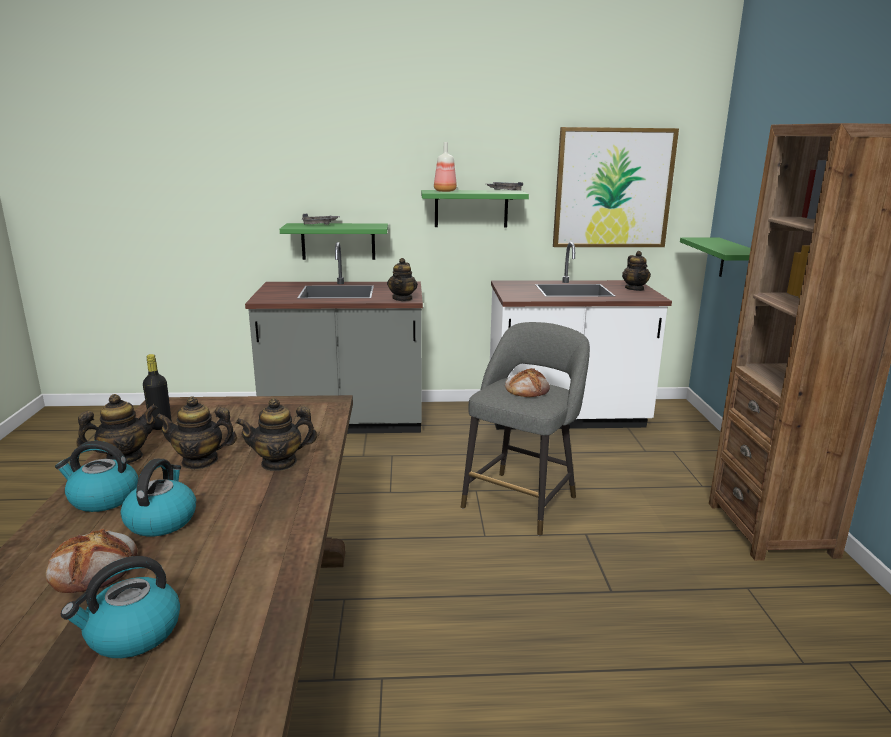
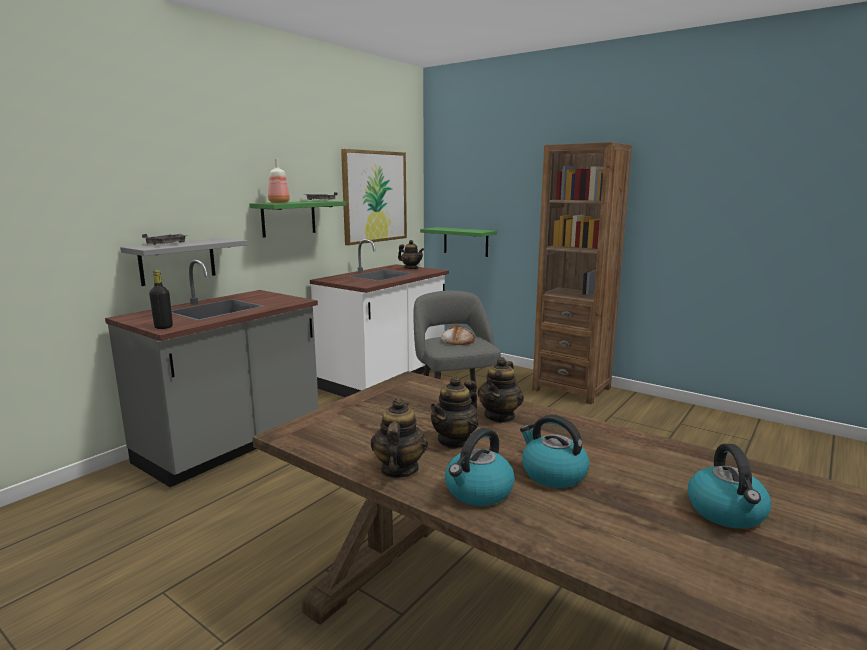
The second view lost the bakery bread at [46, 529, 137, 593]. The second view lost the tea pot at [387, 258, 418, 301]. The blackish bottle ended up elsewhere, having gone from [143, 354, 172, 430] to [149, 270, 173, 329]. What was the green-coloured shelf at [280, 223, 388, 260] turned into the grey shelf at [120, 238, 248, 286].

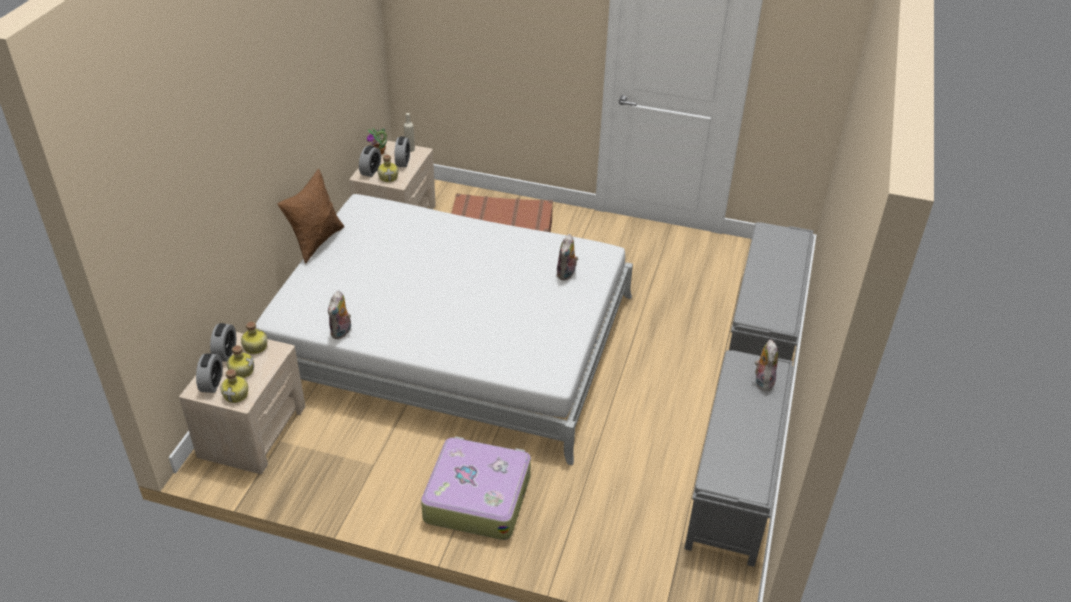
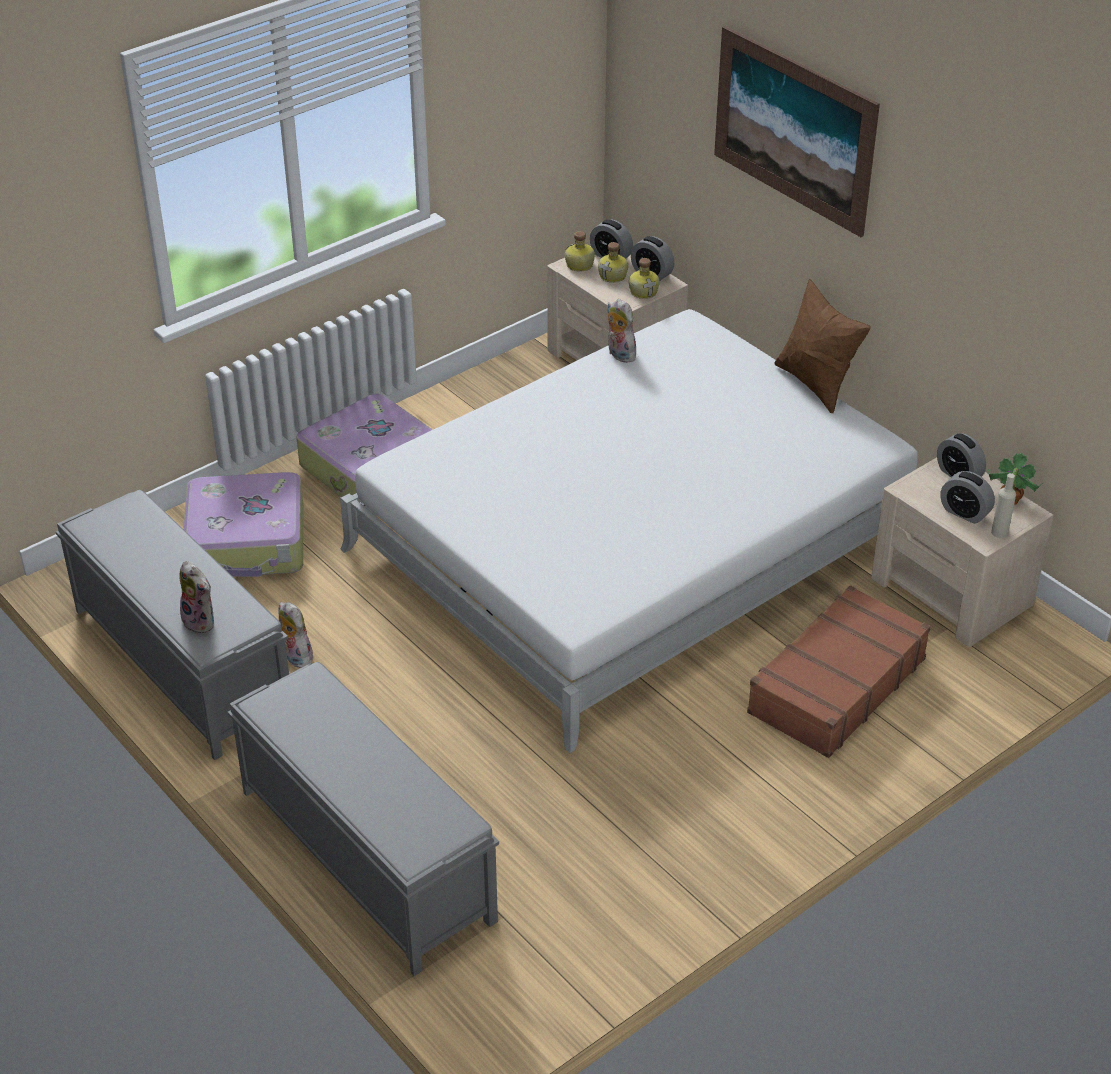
The second view lost the bottle at [378, 155, 399, 182]. The second view gained the piece of luggage at [183, 472, 304, 577]. The second view gained the wall art at [714, 26, 880, 237]. The cuddly toy ended up elsewhere, having gone from [556, 234, 578, 280] to [279, 602, 313, 668].

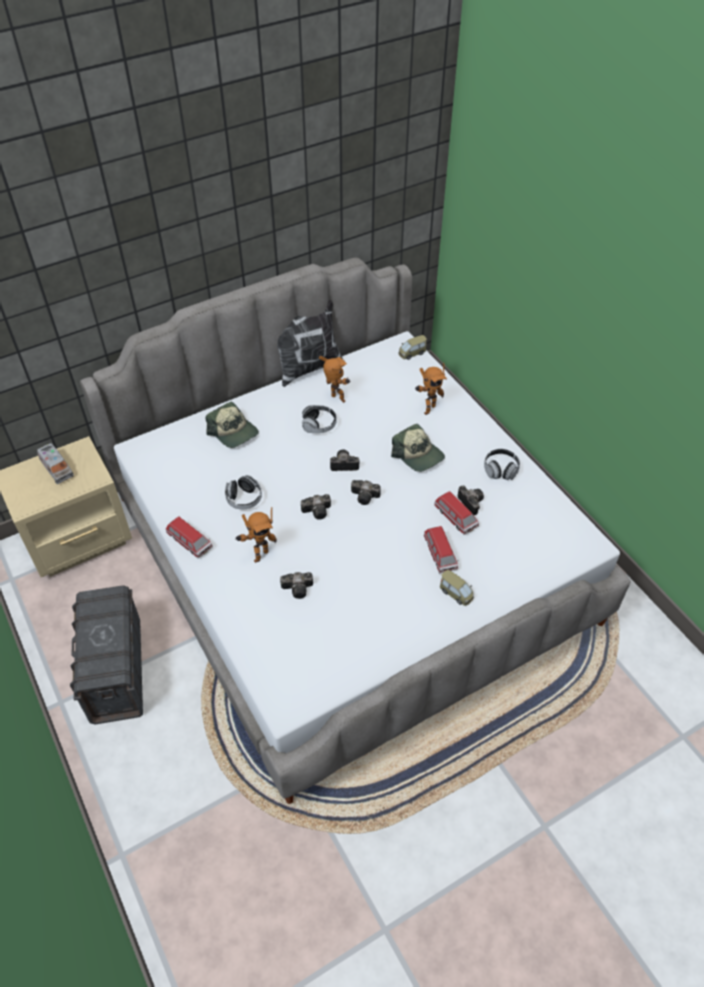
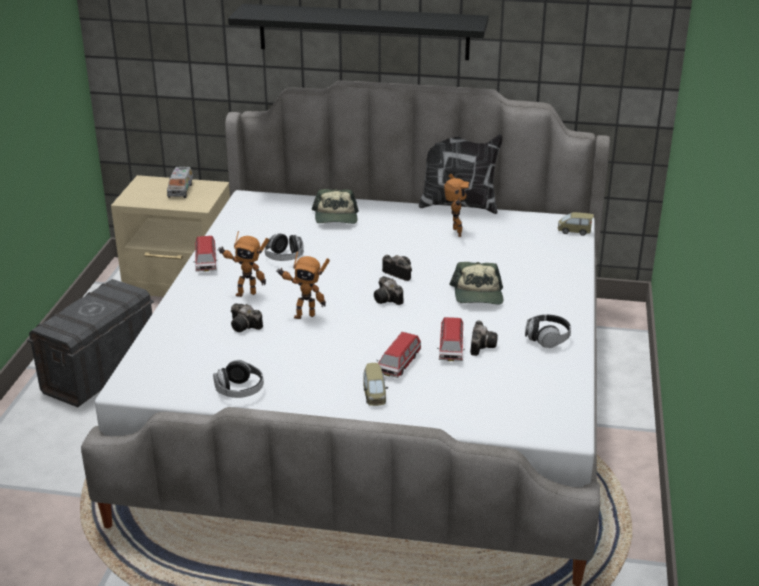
The second view lost the photo camera at [301, 494, 331, 520]. The second view gained the blackish shelf at [228, 4, 488, 60]. The headset ended up elsewhere, having gone from [302, 405, 337, 433] to [213, 360, 264, 398]. The model robot ended up elsewhere, having gone from [415, 363, 447, 415] to [276, 251, 330, 319].

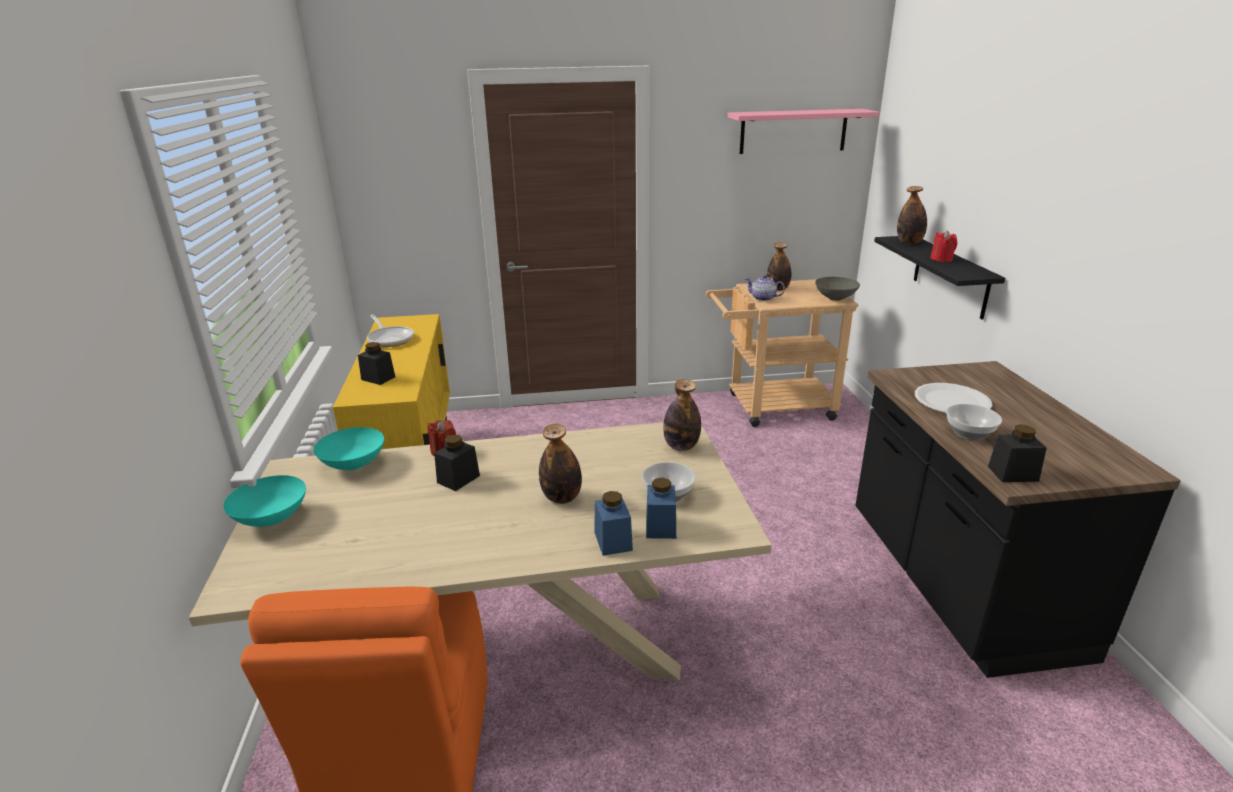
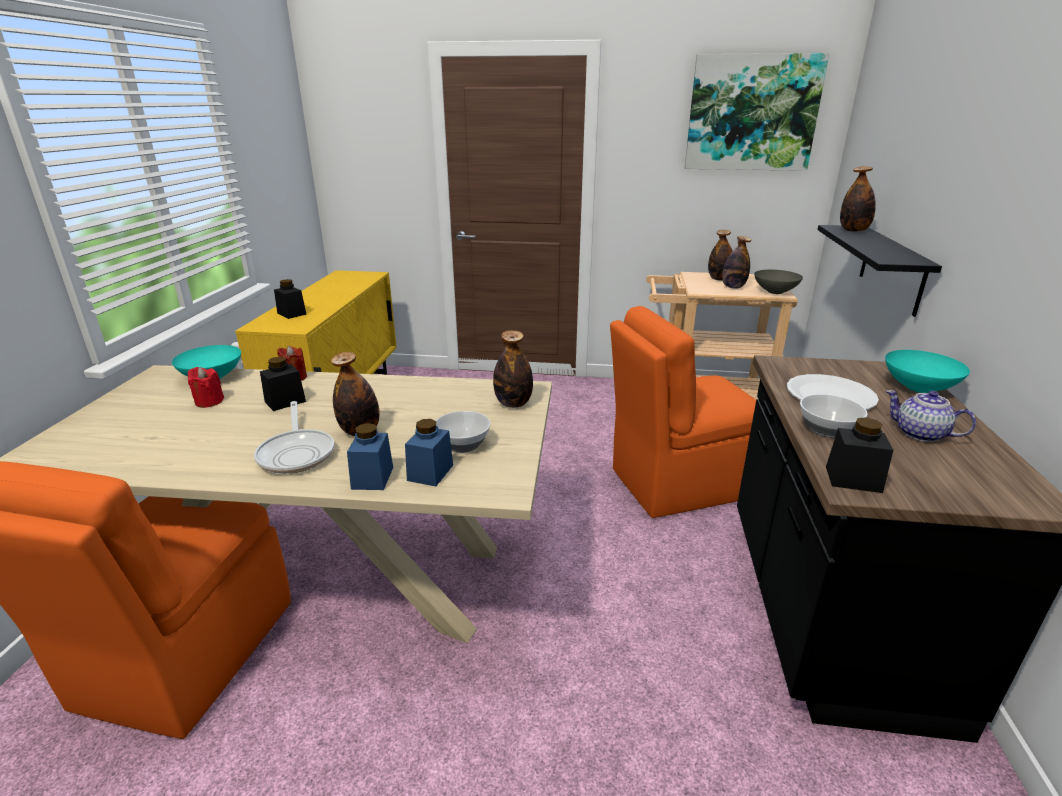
The second view gained the orange upright chair at [610, 306, 756, 518]. The second view gained the bottle at [722, 236, 752, 289]. The turquoise bowl ended up elsewhere, having gone from [223, 475, 306, 527] to [885, 350, 970, 393]. The pan ended up elsewhere, having gone from [367, 315, 414, 347] to [254, 401, 334, 474]. The tea pot ended up elsewhere, having gone from [745, 275, 785, 301] to [886, 390, 976, 442]. The red-coloured wax light ended up elsewhere, having gone from [931, 231, 957, 262] to [188, 367, 224, 408]. Where the pink shelf hung at [727, 109, 880, 154], the wall art came to hang at [685, 53, 829, 171].

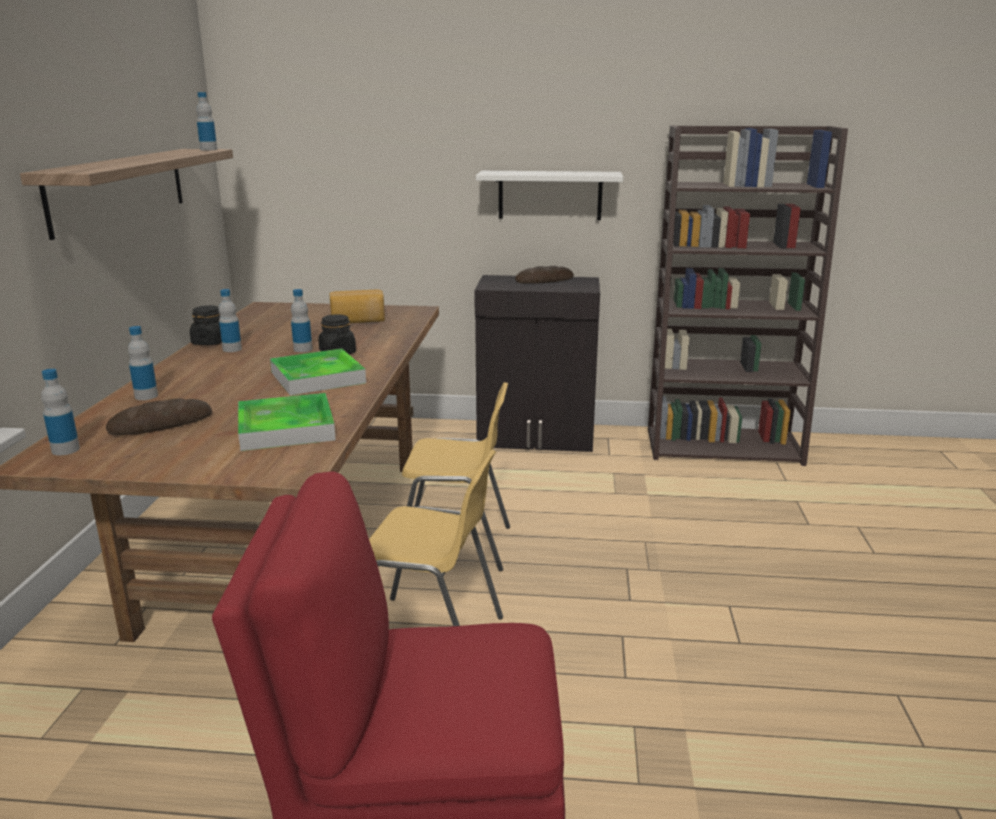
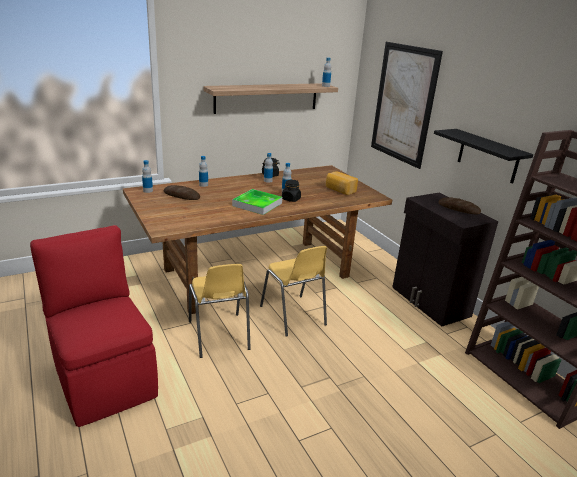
The second view lost the serving tray at [238, 393, 336, 451]. The second view gained the wall art at [371, 42, 443, 169]. What was the white-coloured shelf at [476, 171, 623, 220] turned into the blackish shelf at [434, 129, 533, 184].

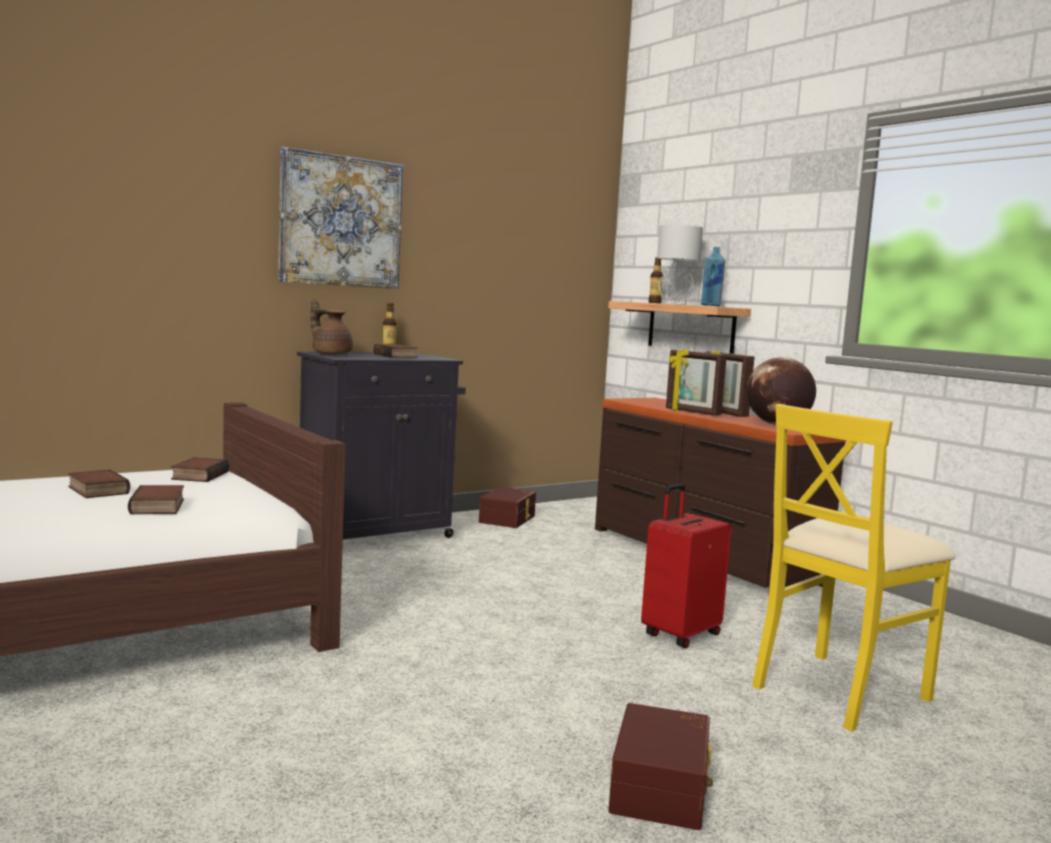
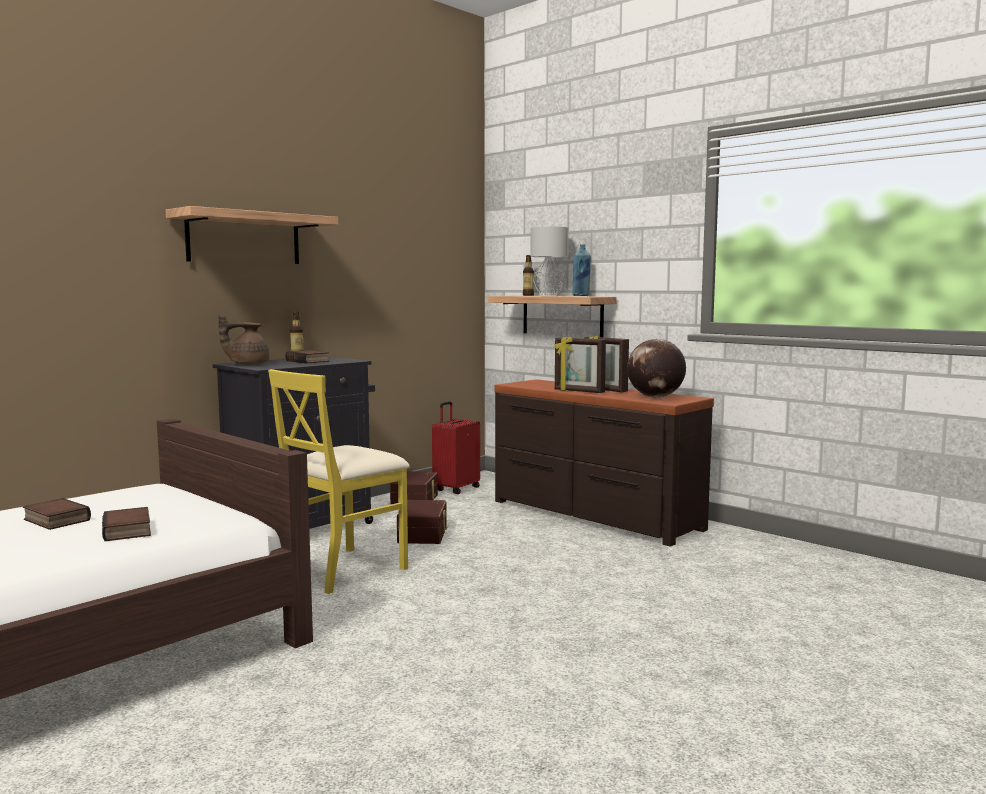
The second view lost the book at [171, 457, 229, 482]. The brownish storage bin ended up elsewhere, having gone from [608, 703, 713, 830] to [397, 500, 447, 544]. The red-coloured piece of luggage ended up elsewhere, having gone from [641, 484, 731, 648] to [432, 401, 480, 494]. The yellowish upright chair ended up elsewhere, having gone from [752, 404, 956, 732] to [268, 369, 410, 594]. Where the wall art hung at [278, 147, 403, 289], the shelf came to hang at [166, 206, 338, 264]. The brownish tea pot at [310, 299, 353, 355] ended up facing another way, 45 degrees counterclockwise from before.

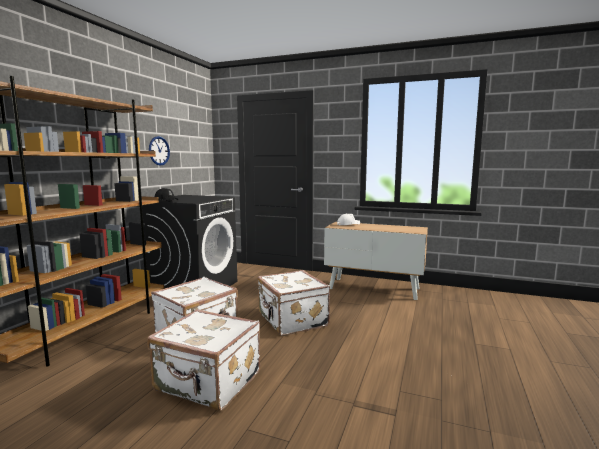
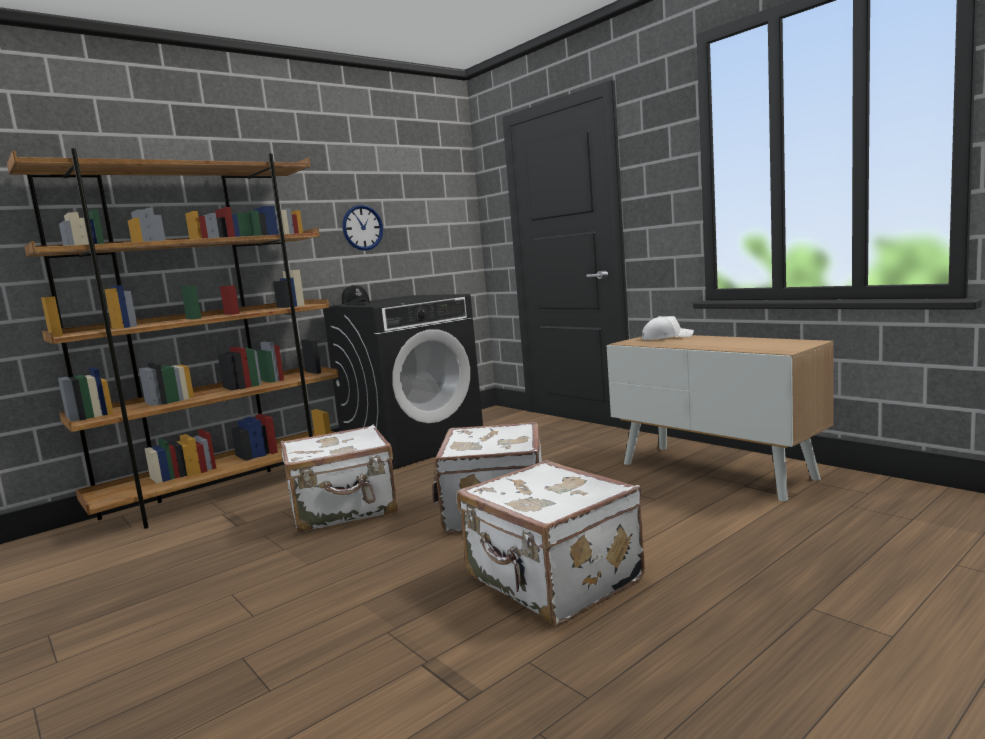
The white-coloured piece of luggage ended up elsewhere, having gone from [147, 309, 260, 410] to [457, 460, 645, 625].

